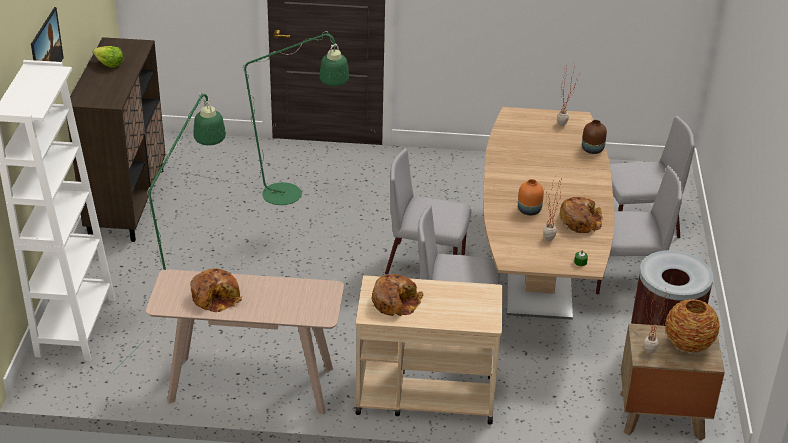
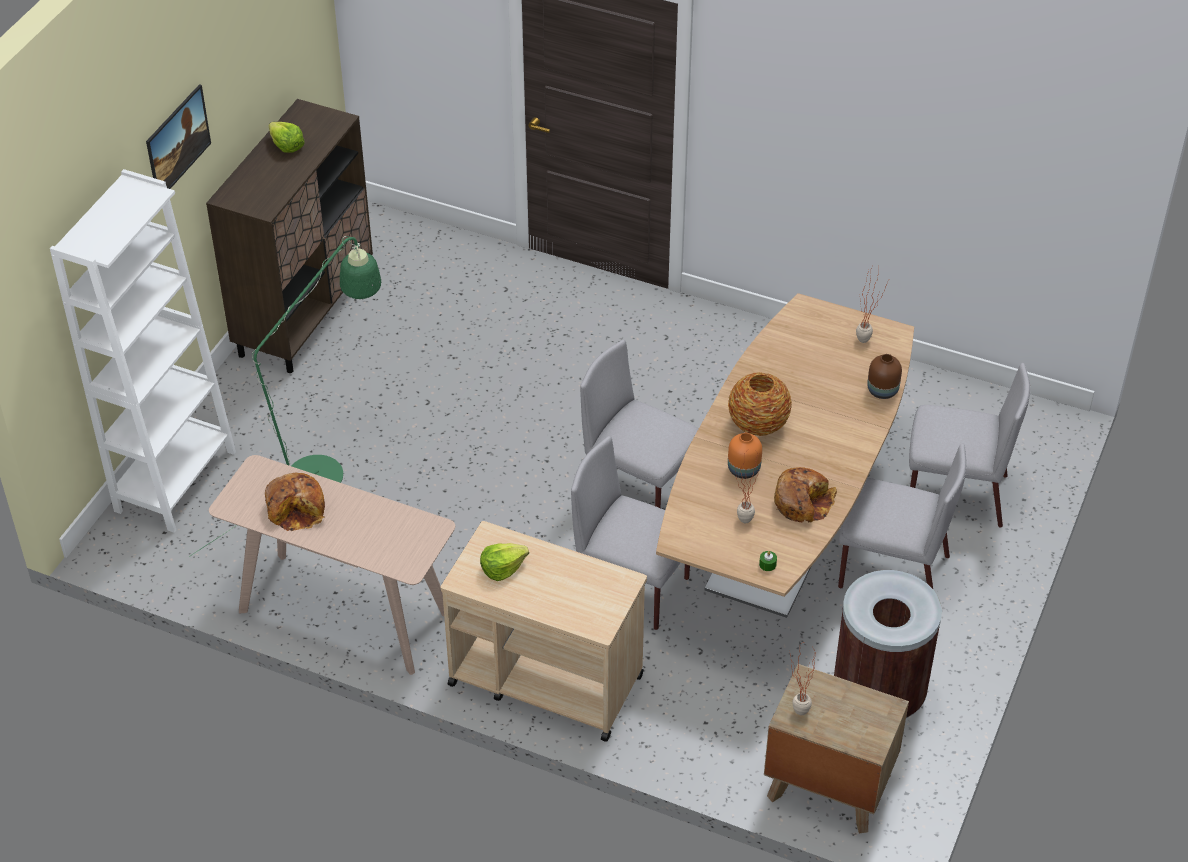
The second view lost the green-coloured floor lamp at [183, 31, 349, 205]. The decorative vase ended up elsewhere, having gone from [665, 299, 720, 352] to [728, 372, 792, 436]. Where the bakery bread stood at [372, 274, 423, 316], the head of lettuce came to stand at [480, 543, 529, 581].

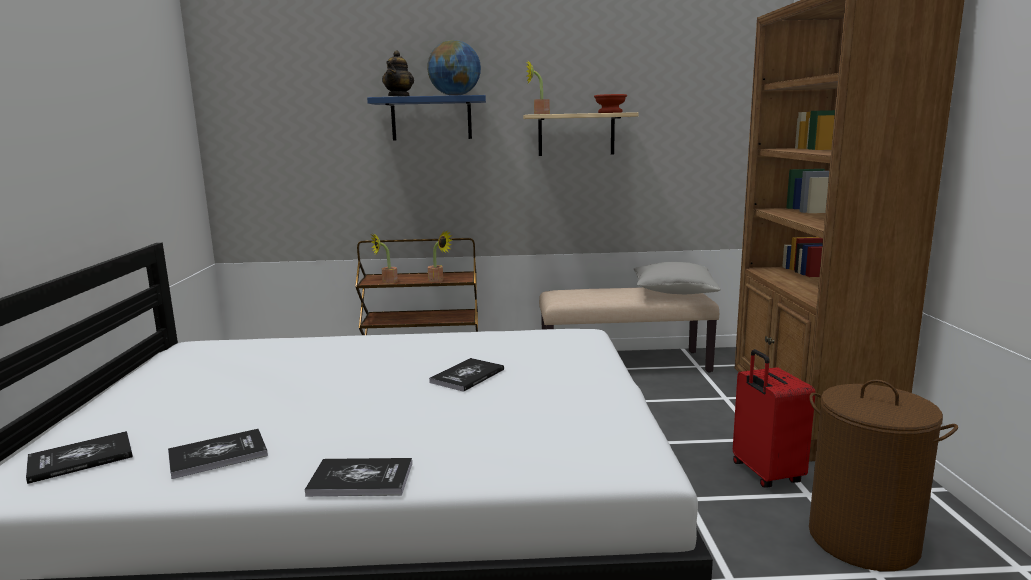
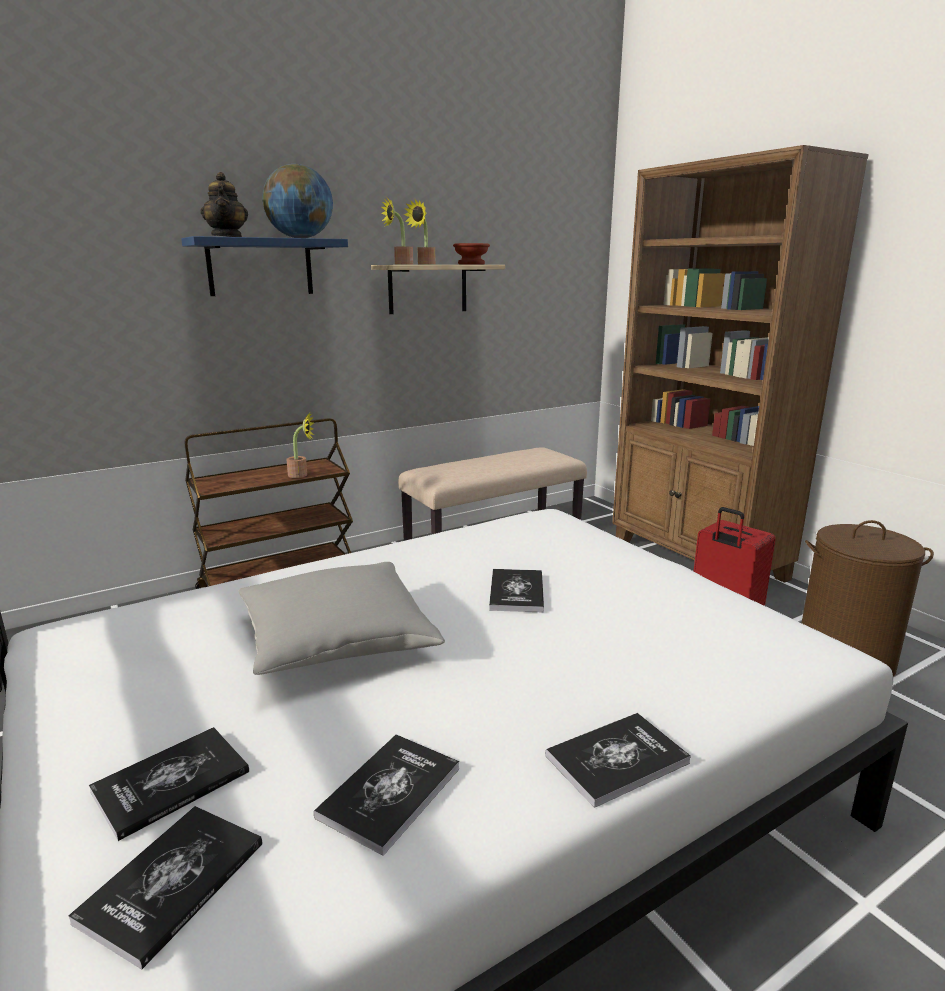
The second view gained the book at [89, 727, 249, 841]. The potted plant ended up elsewhere, having gone from [370, 232, 398, 283] to [403, 199, 436, 264]. The grey throw pillow ended up elsewhere, having gone from [633, 262, 721, 294] to [238, 562, 445, 675].

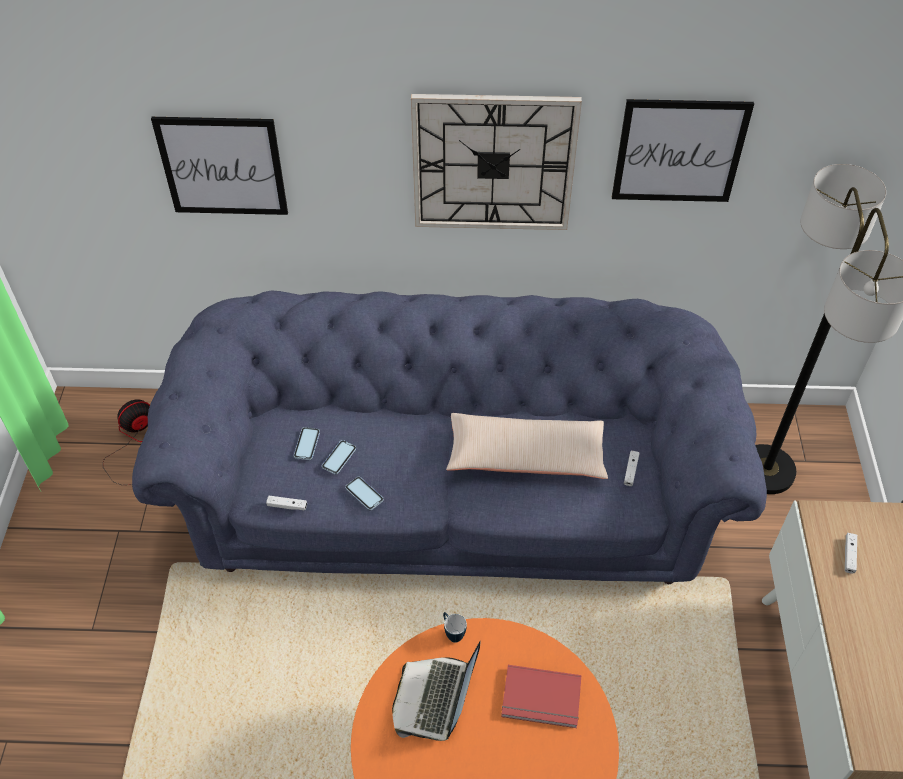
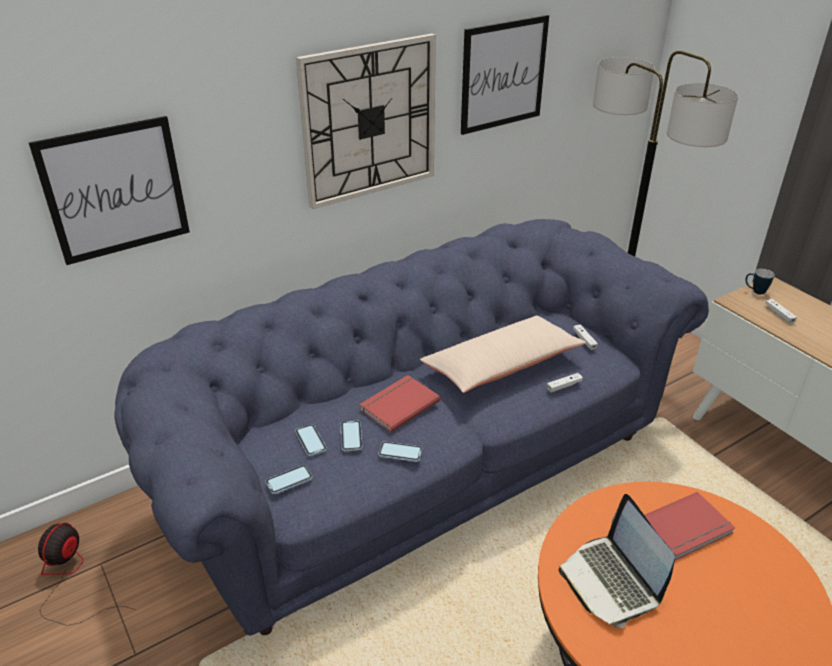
The second view gained the telephone at [266, 465, 313, 495]. The second view gained the red-coloured book at [359, 375, 440, 433]. The white-coloured gamepad ended up elsewhere, having gone from [266, 496, 307, 511] to [547, 373, 583, 393]. The mug ended up elsewhere, having gone from [443, 612, 467, 643] to [745, 269, 774, 295].

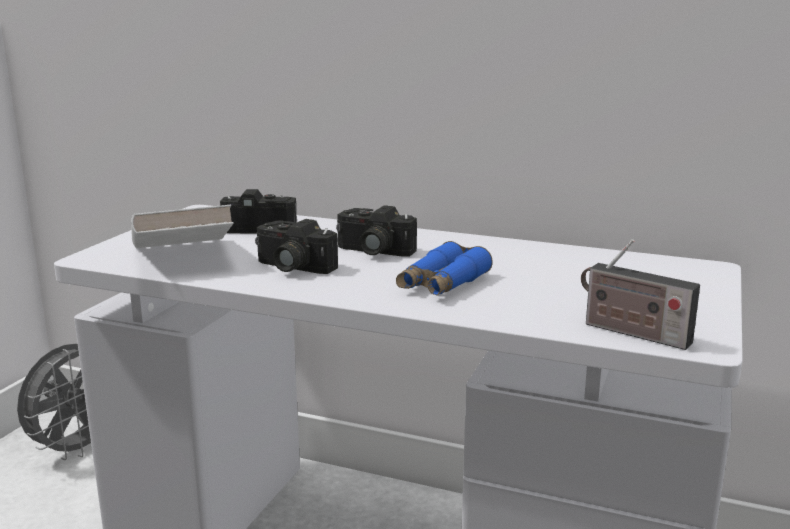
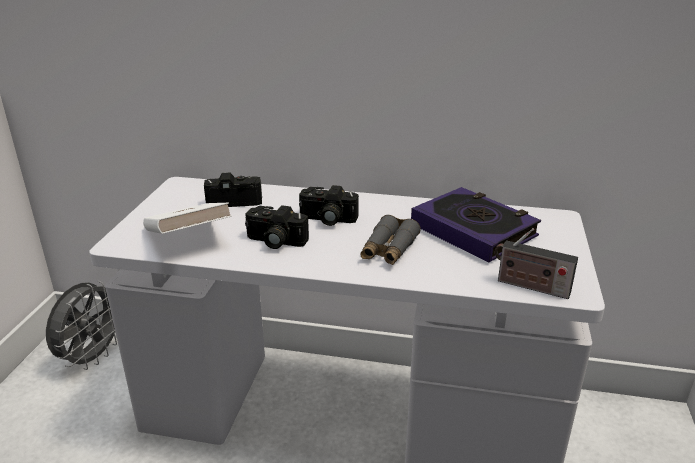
The second view gained the book at [411, 187, 541, 263]. What was the blue-coloured pair of binoculars at [396, 241, 493, 296] turned into the grey pair of binoculars at [360, 215, 421, 265].

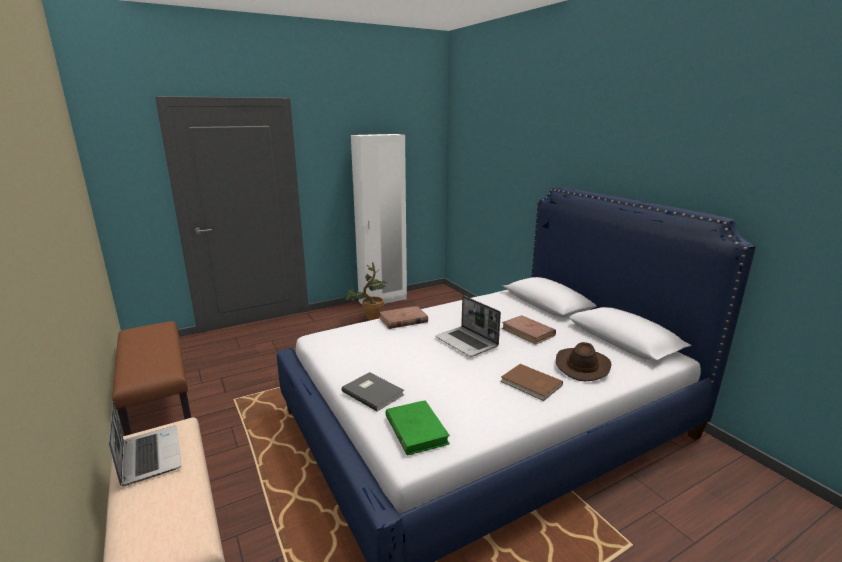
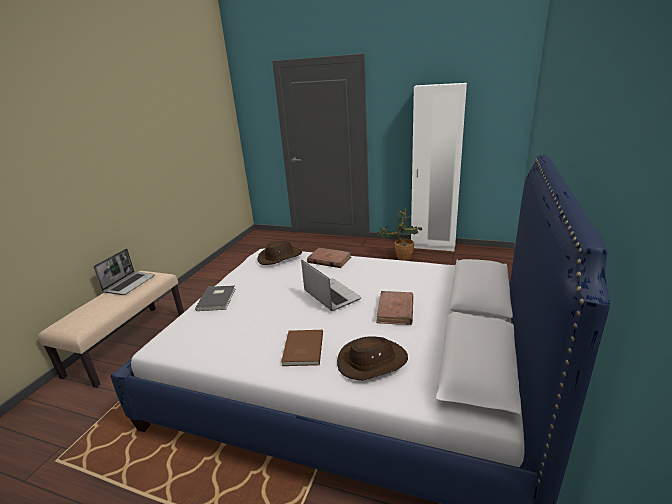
The second view lost the brownish bench at [112, 321, 191, 436]. The second view lost the green-coloured book at [385, 400, 450, 456]. The second view gained the brownish clothing hat at [258, 241, 302, 265]. The notebook computer at [435, 295, 501, 357] ended up facing another way, 135 degrees clockwise from before.

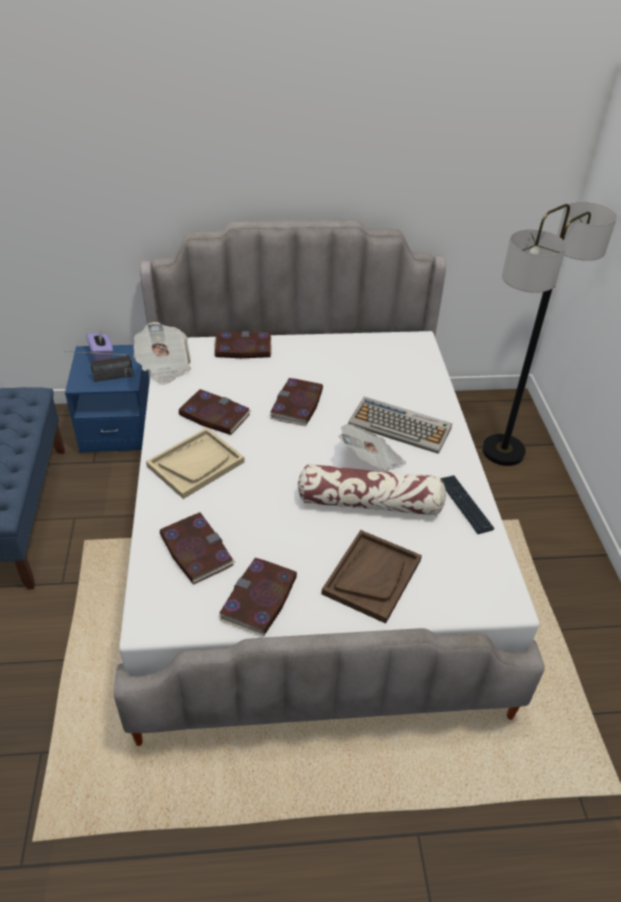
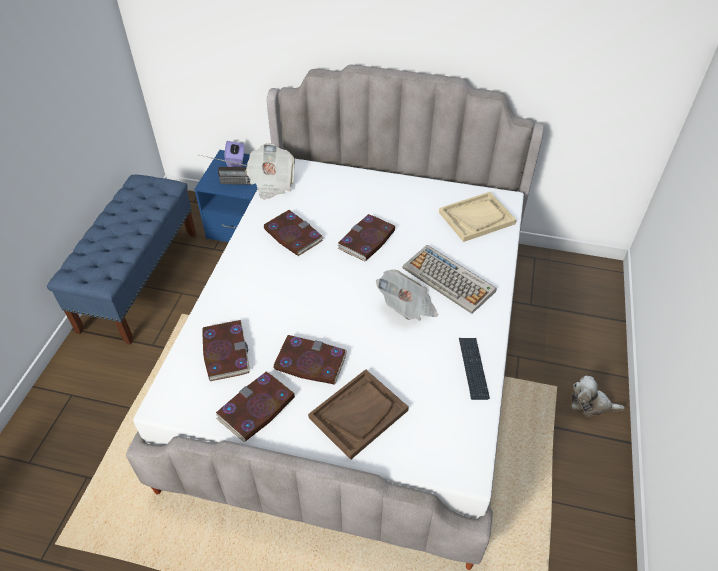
The second view lost the throw pillow at [298, 464, 446, 516]. The second view lost the floor lamp at [482, 202, 617, 466]. The second view gained the cuddly toy at [572, 376, 625, 417]. The beige serving tray ended up elsewhere, having gone from [146, 428, 245, 499] to [439, 192, 516, 242]. The book ended up elsewhere, having gone from [214, 331, 272, 358] to [273, 335, 347, 385].

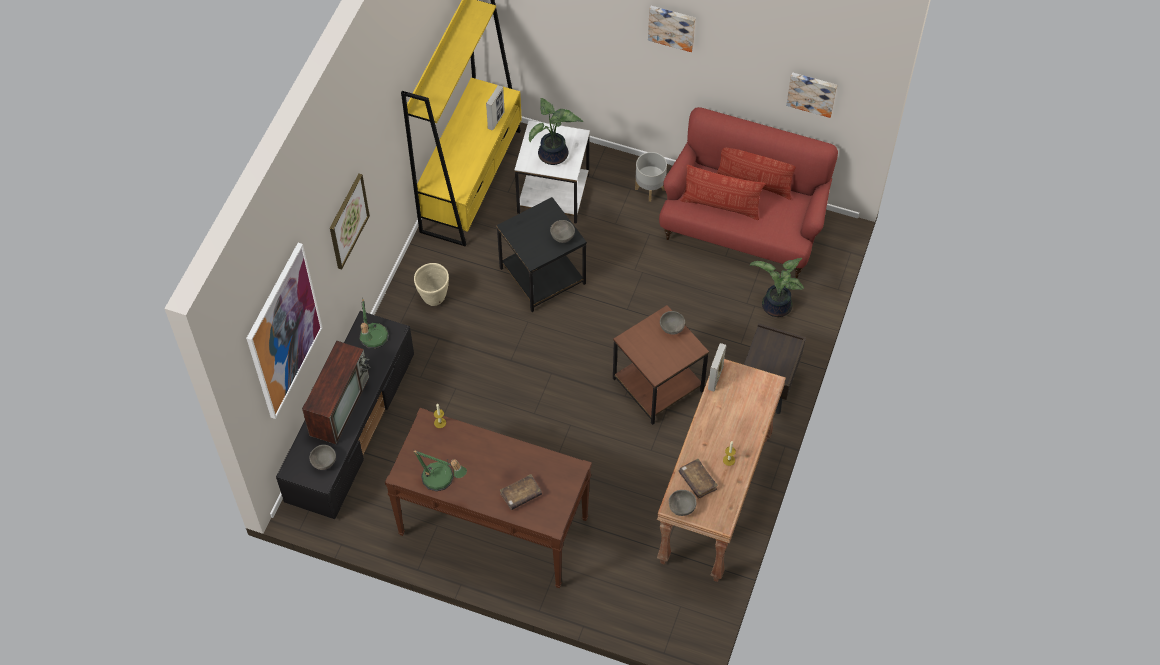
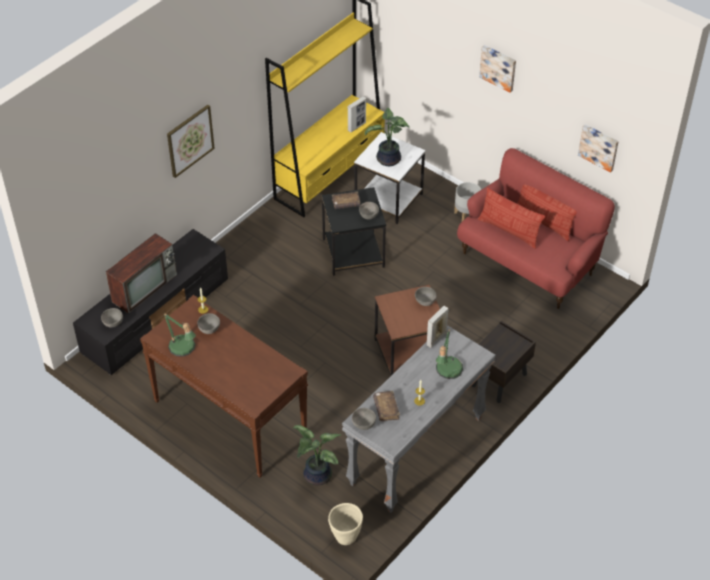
The second view lost the wall art at [246, 243, 323, 419]. The second view gained the grey bowl at [197, 313, 220, 334]. The lamp for a table ended up elsewhere, having gone from [359, 299, 389, 349] to [436, 328, 463, 379]. The beige flower pot ended up elsewhere, having gone from [414, 263, 449, 306] to [328, 503, 363, 545]. The brownish book ended up elsewhere, having gone from [499, 474, 542, 510] to [332, 191, 360, 209]. The potted plant ended up elsewhere, having gone from [750, 258, 804, 317] to [294, 425, 341, 485]. What was the brownish narrow table at [657, 359, 786, 582] turned into the grey narrow table at [342, 325, 496, 513].

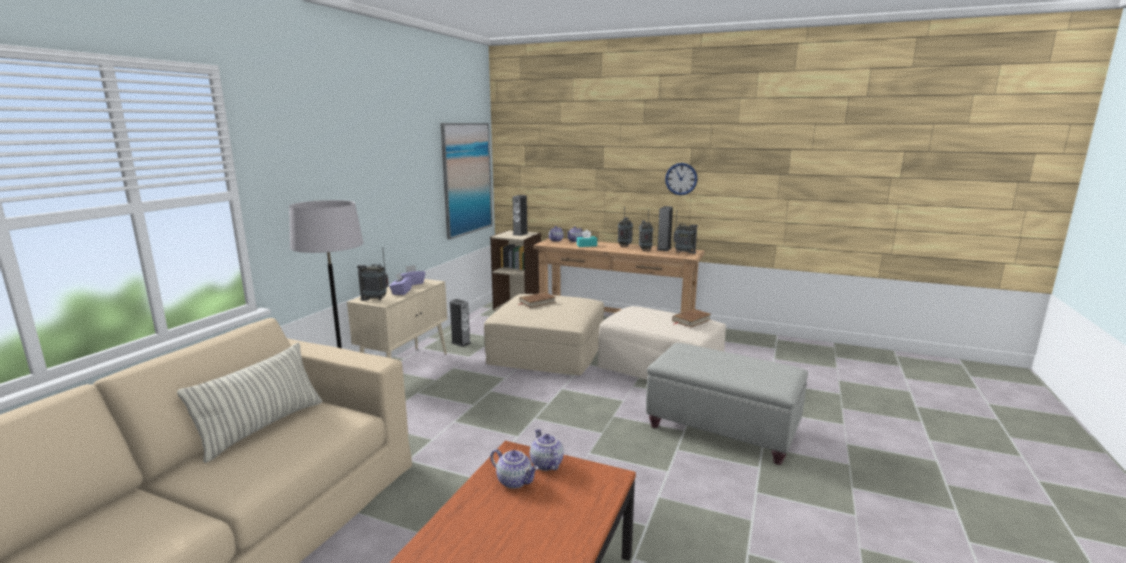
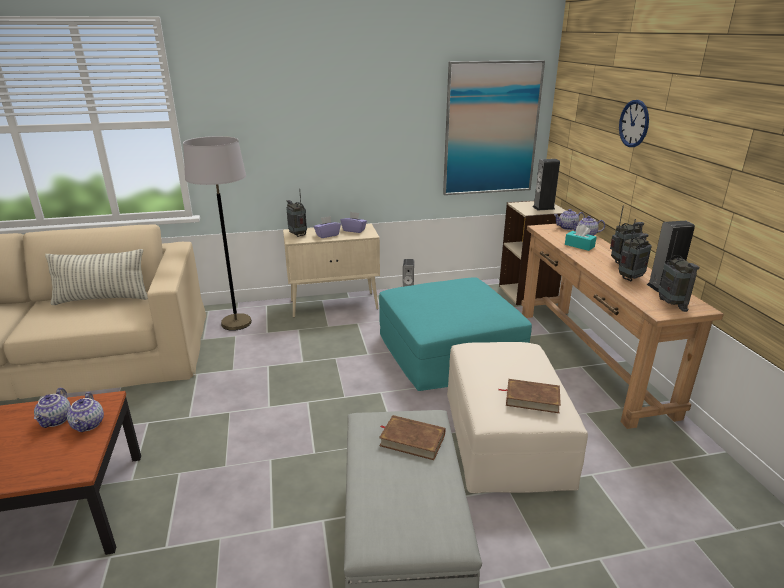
The brownish book ended up elsewhere, having gone from [517, 292, 556, 308] to [379, 415, 445, 460]. The hanging clock ended up elsewhere, having gone from [665, 163, 698, 195] to [619, 100, 649, 147]. What was the beige footrest at [484, 294, 604, 375] turned into the turquoise footrest at [379, 277, 532, 391]. The tea pot at [530, 429, 564, 471] ended up facing another way, 135 degrees clockwise from before.

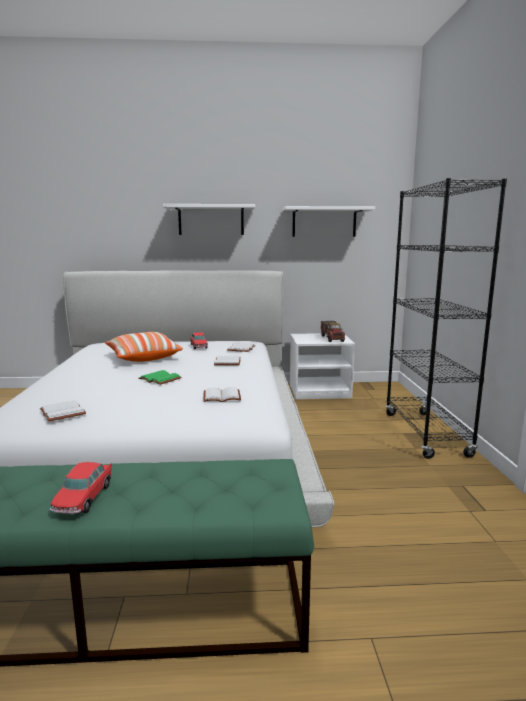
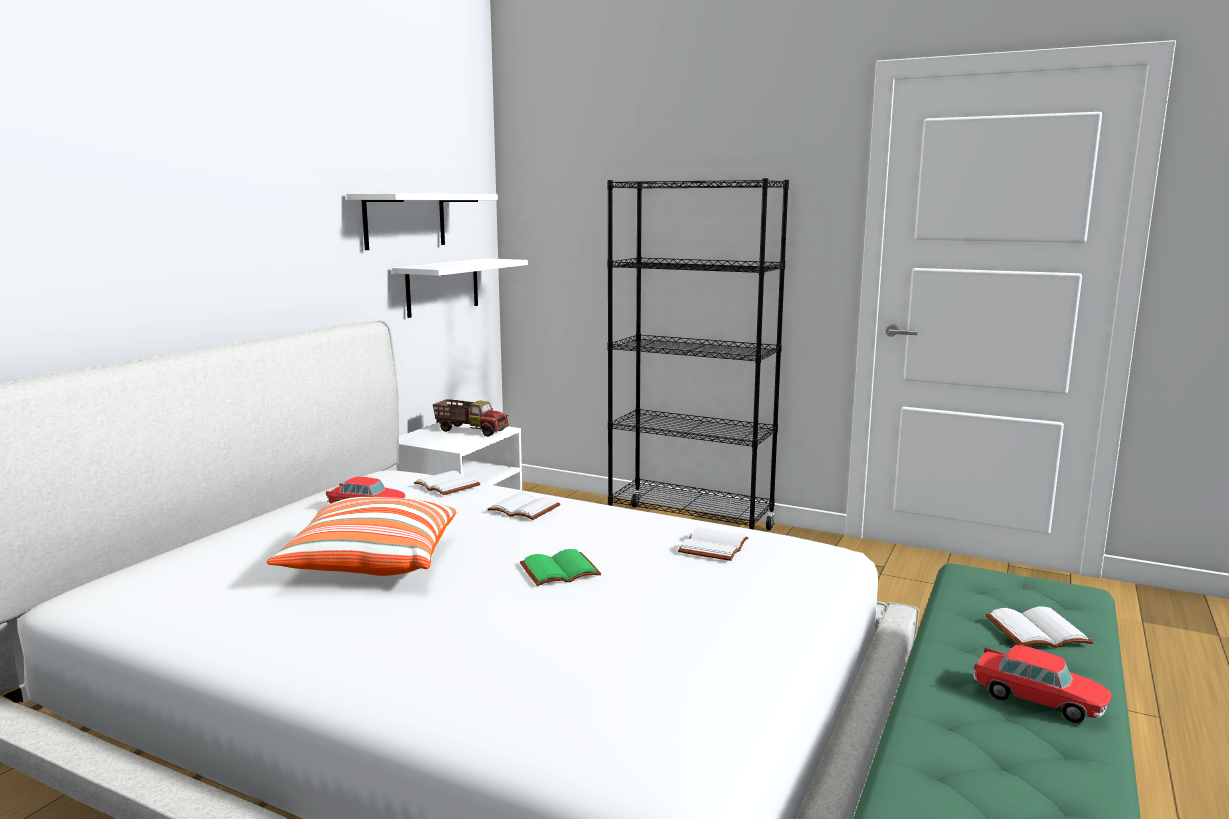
The white-coloured book ended up elsewhere, having gone from [40, 400, 86, 421] to [986, 606, 1094, 648]. The white-coloured shelf ended up elsewhere, having gone from [163, 204, 255, 235] to [392, 258, 528, 318].

